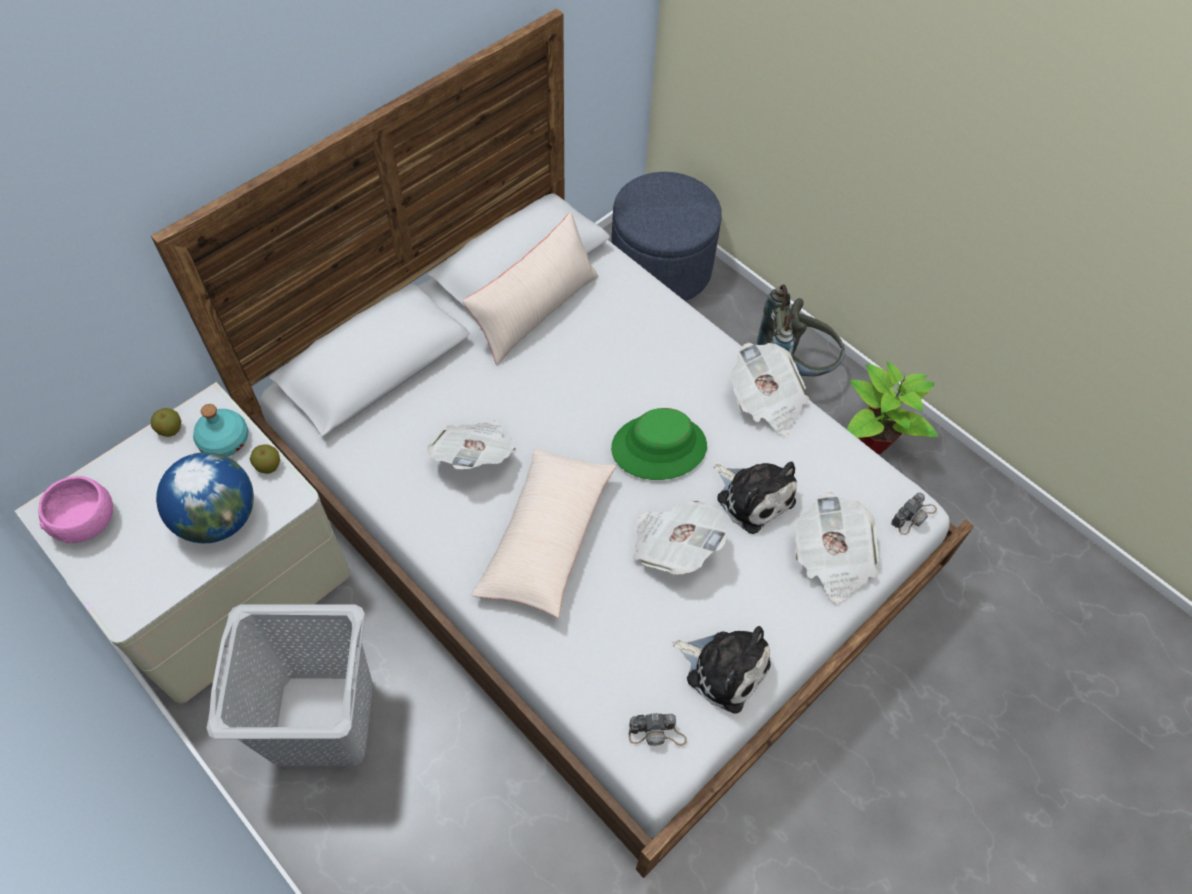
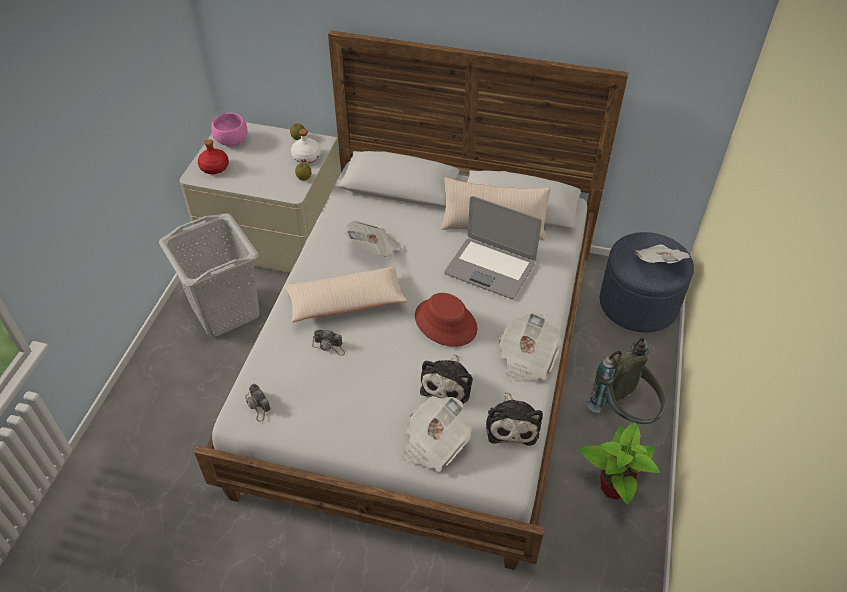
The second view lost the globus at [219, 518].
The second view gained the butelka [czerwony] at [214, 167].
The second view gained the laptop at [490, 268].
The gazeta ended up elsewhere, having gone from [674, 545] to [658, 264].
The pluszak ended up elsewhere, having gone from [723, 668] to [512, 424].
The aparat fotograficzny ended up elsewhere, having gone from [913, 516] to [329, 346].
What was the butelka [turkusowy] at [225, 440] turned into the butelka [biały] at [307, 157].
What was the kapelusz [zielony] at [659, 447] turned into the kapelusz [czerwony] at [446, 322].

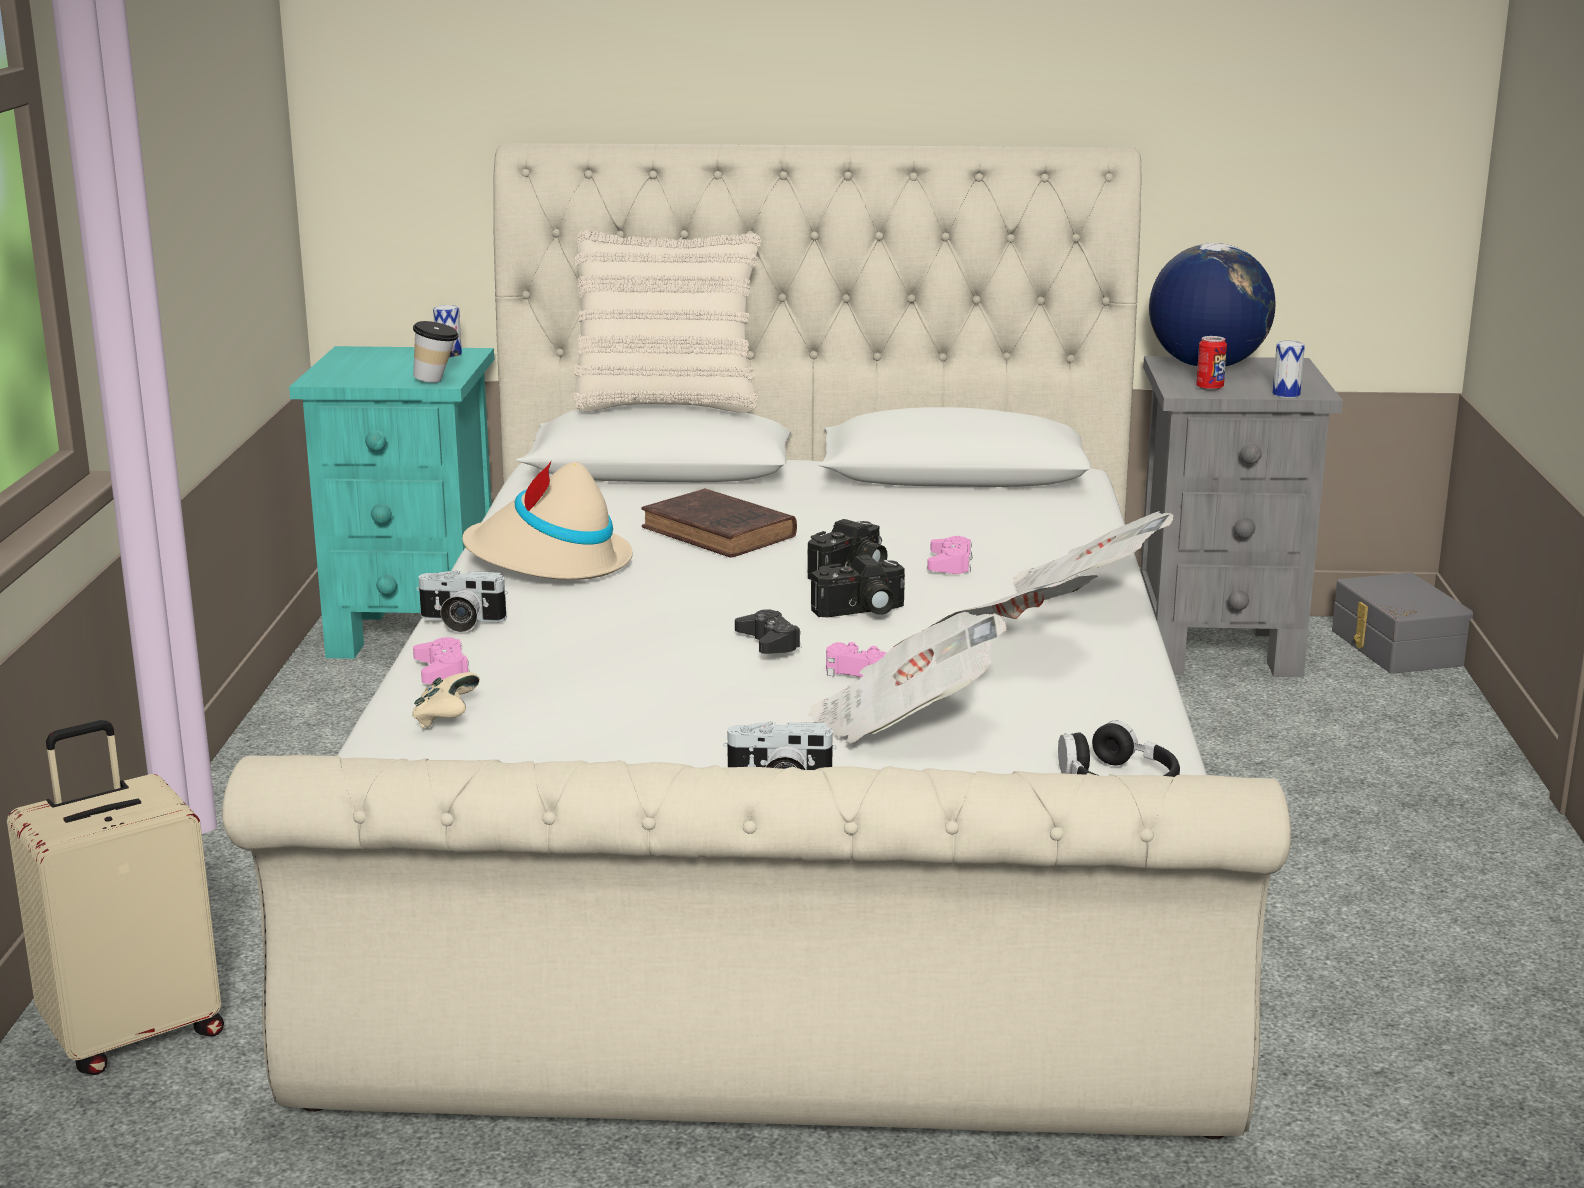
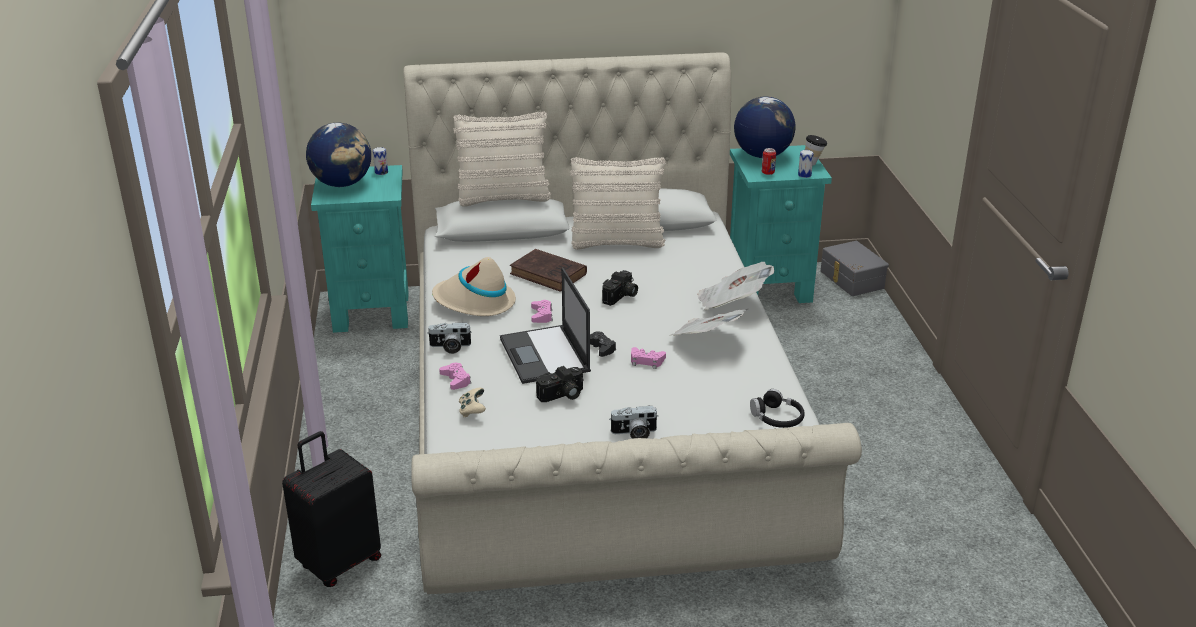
The second view lost the gazeta at [903, 723].
The second view gained the globus at [342, 184].
The second view gained the laptop at [545, 355].
The second view gained the poduszka [beżowy] at [617, 243].
The filiżanka ended up elsewhere, having gone from [437, 381] to [813, 163].
The aparat fotograficzny ended up elsewhere, having gone from [861, 611] to [562, 395].
The pad do gier [różowy] ended up elsewhere, having gone from [950, 564] to [542, 315].
What was the walizka [beżowy] at [133, 1033] turned into the walizka [czarny] at [339, 563].
What was the szafka nocna [szary] at [1220, 649] turned into the szafka nocna [turkusowy] at [770, 287].

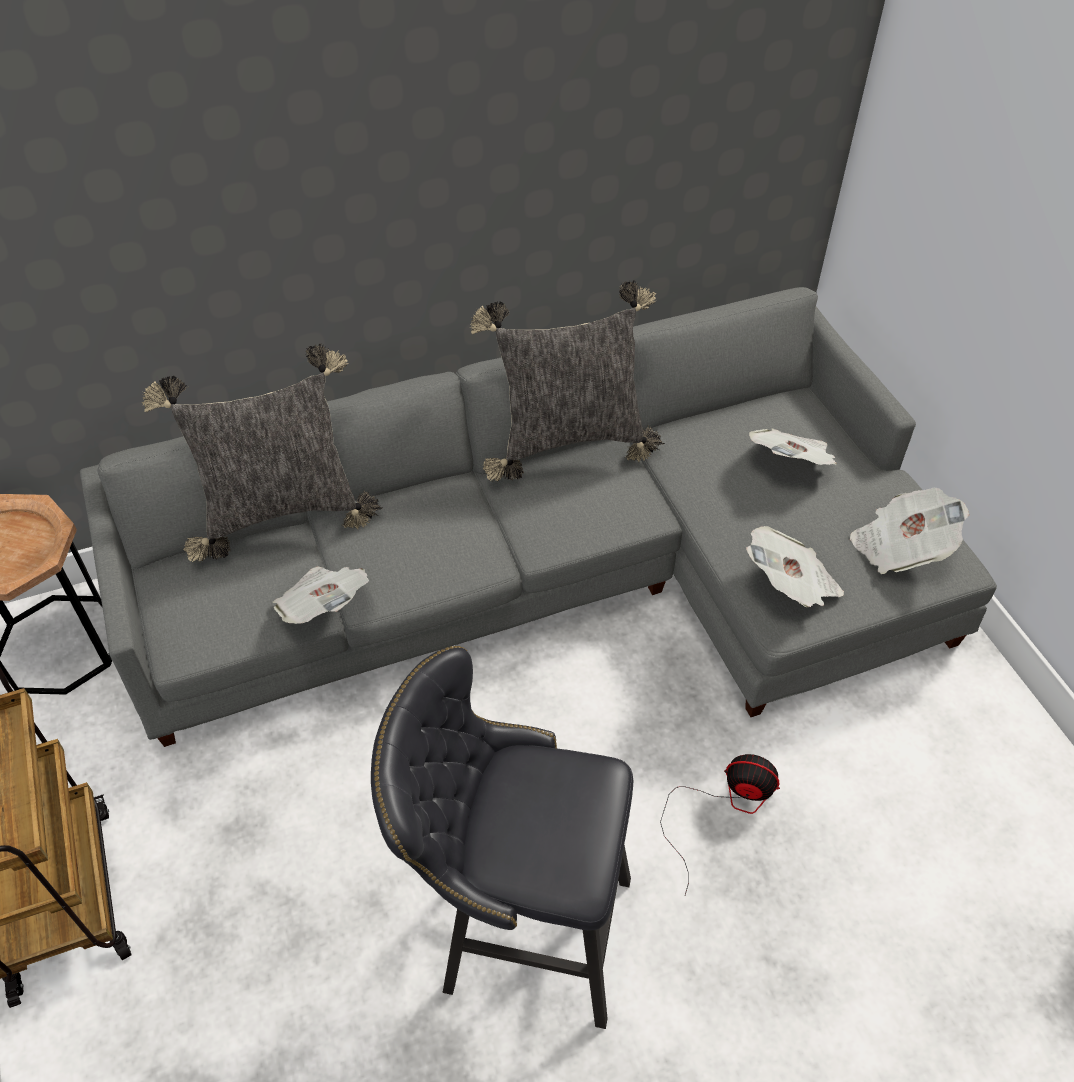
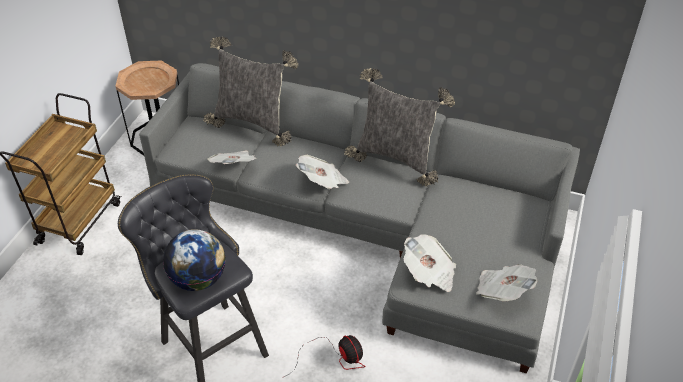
The second view gained the globus at [198, 279].
The gazeta ended up elsewhere, having gone from [791, 463] to [323, 182].

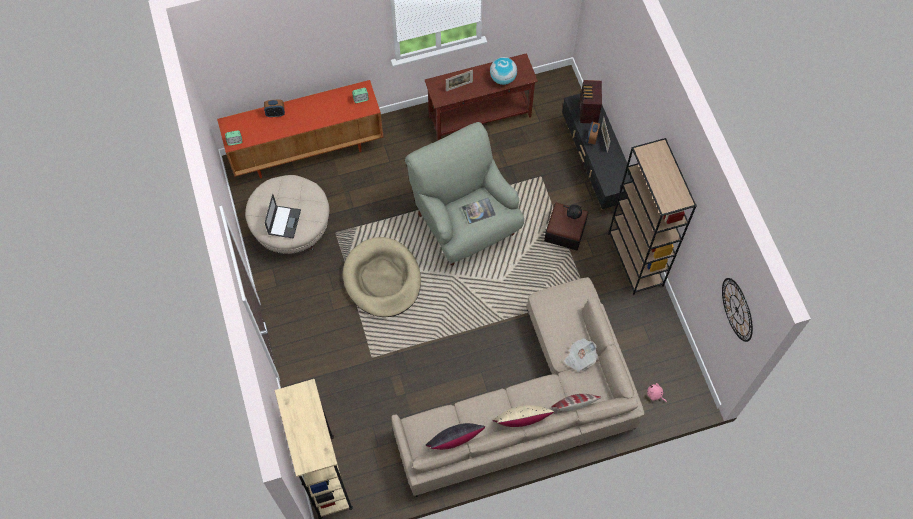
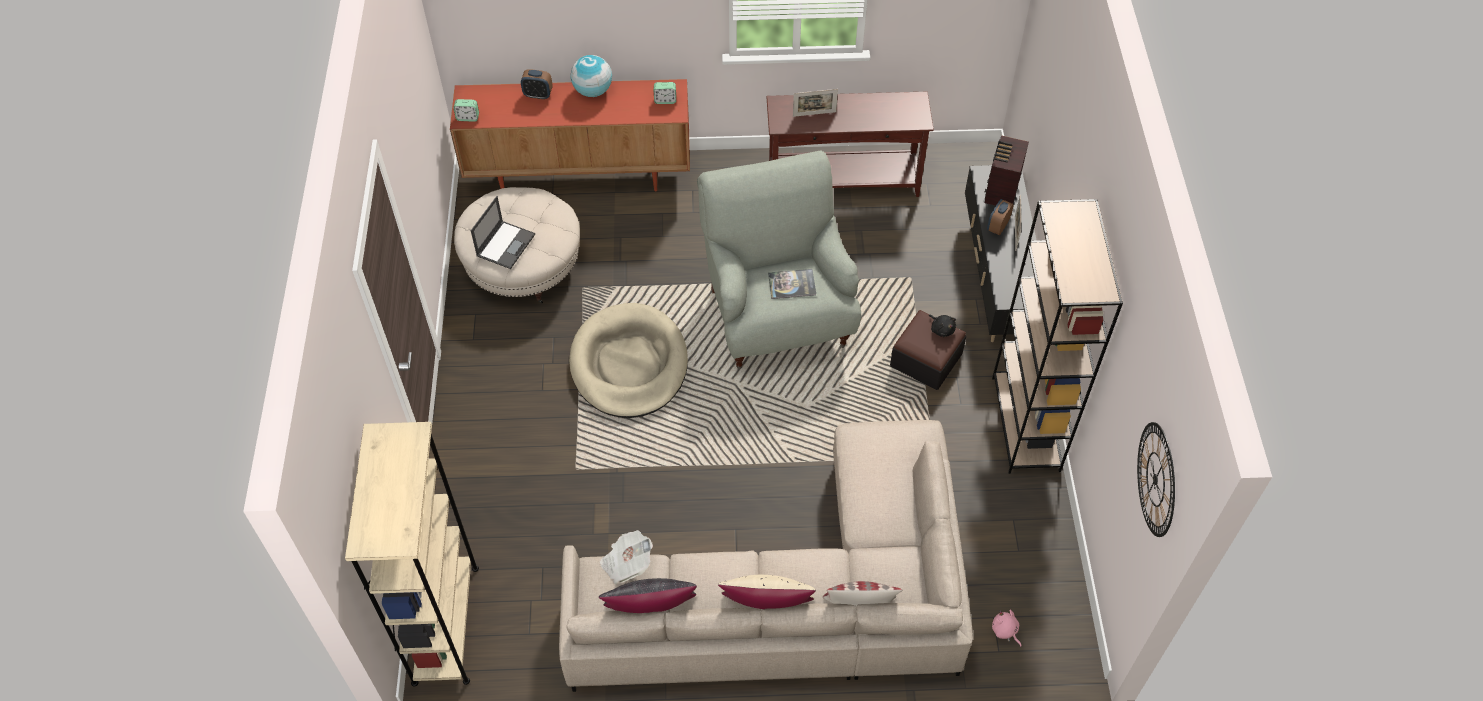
The globus ended up elsewhere, having gone from [503, 78] to [593, 91].
The gazeta ended up elsewhere, having gone from [579, 358] to [626, 563].

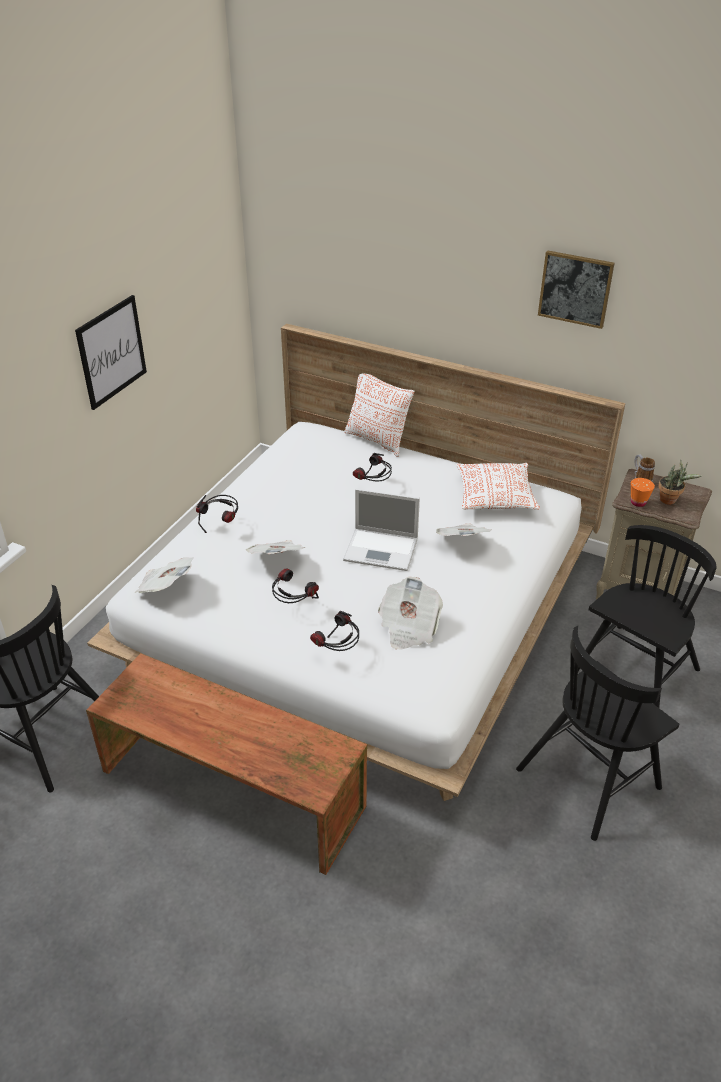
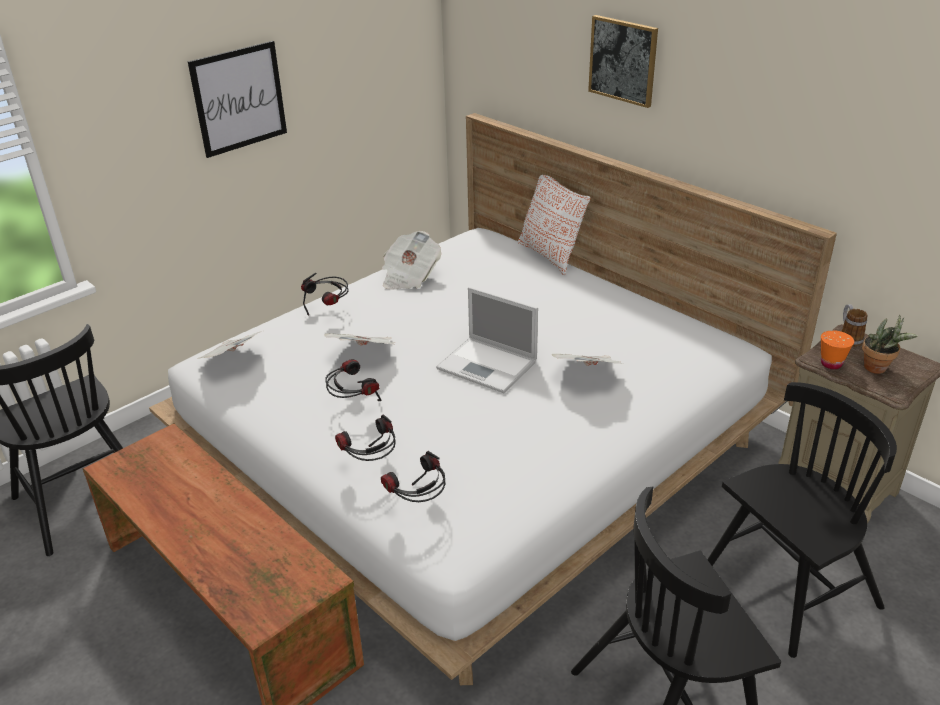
The second view lost the poduszka [biały] at [495, 497].
The słuchawki ended up elsewhere, having gone from [373, 486] to [418, 504].
The gazeta ended up elsewhere, having gone from [408, 627] to [409, 276].
The obraz ended up elsewhere, having gone from [575, 289] to [623, 60].

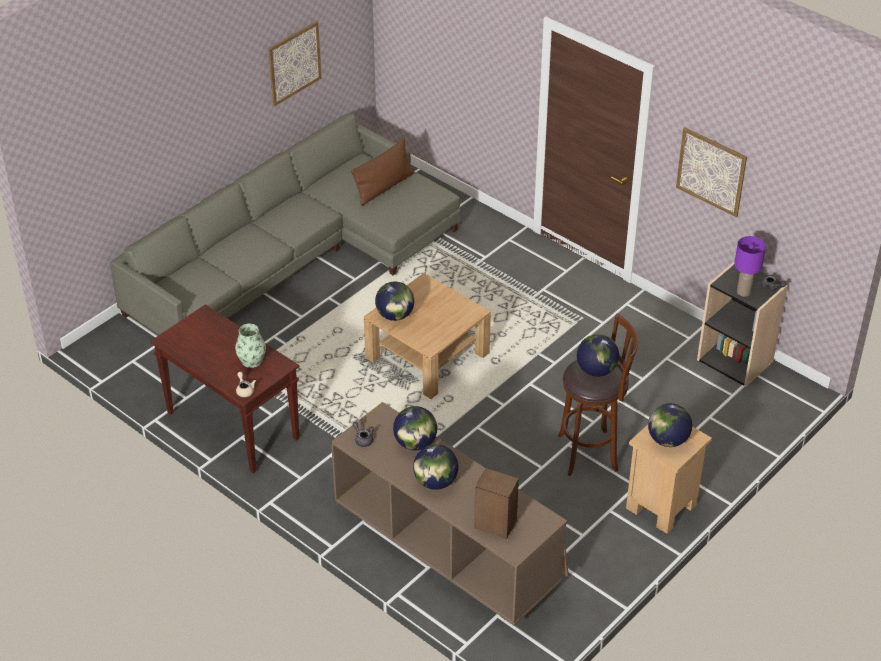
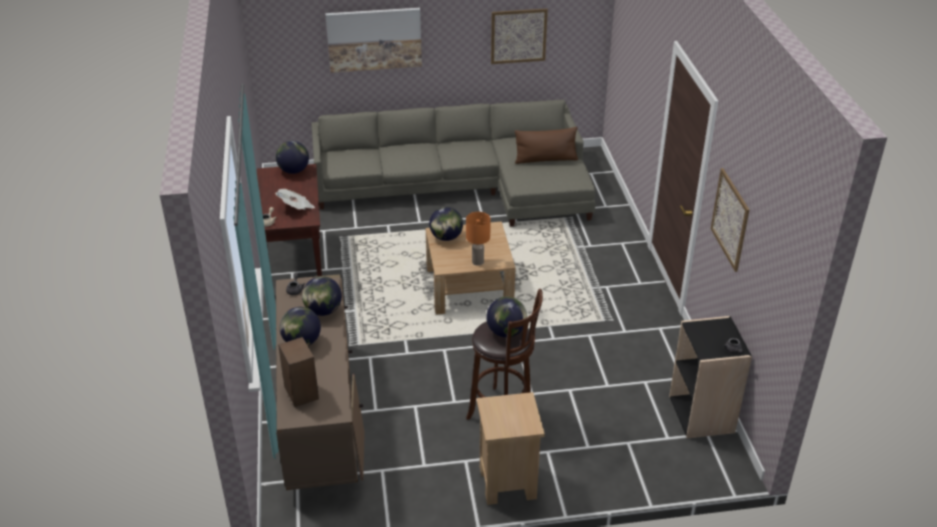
The second view lost the lampa stołowa [fioletowy] at [744, 292].
The second view gained the obraz at [374, 39].
The second view gained the lampa stołowa [pomarańczowy] at [477, 262].
The globus ended up elsewhere, having gone from [667, 440] to [293, 171].
Where the wazon stood at [252, 360], the gazeta came to stand at [296, 208].

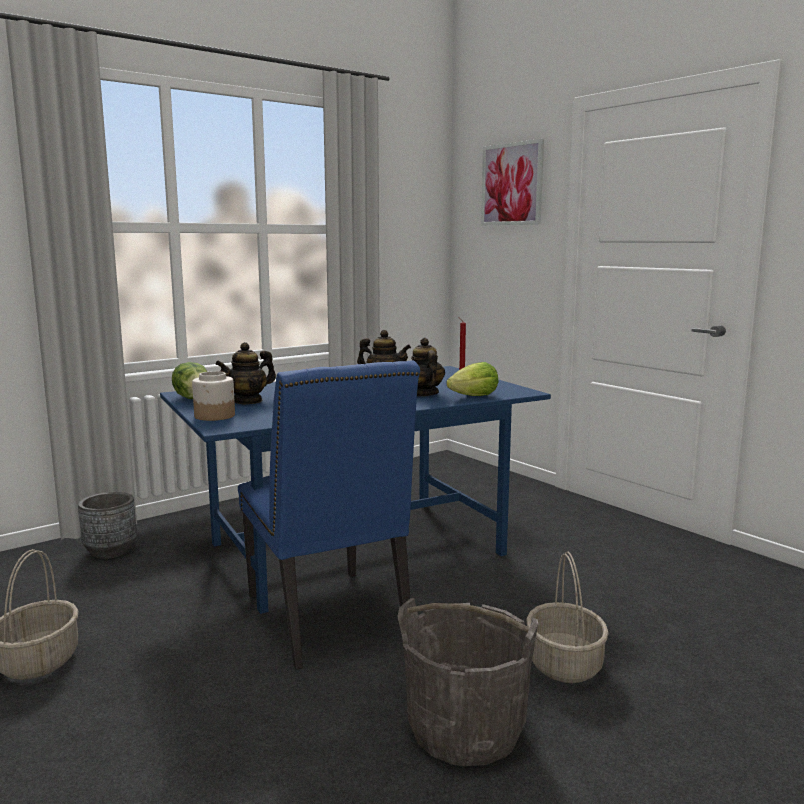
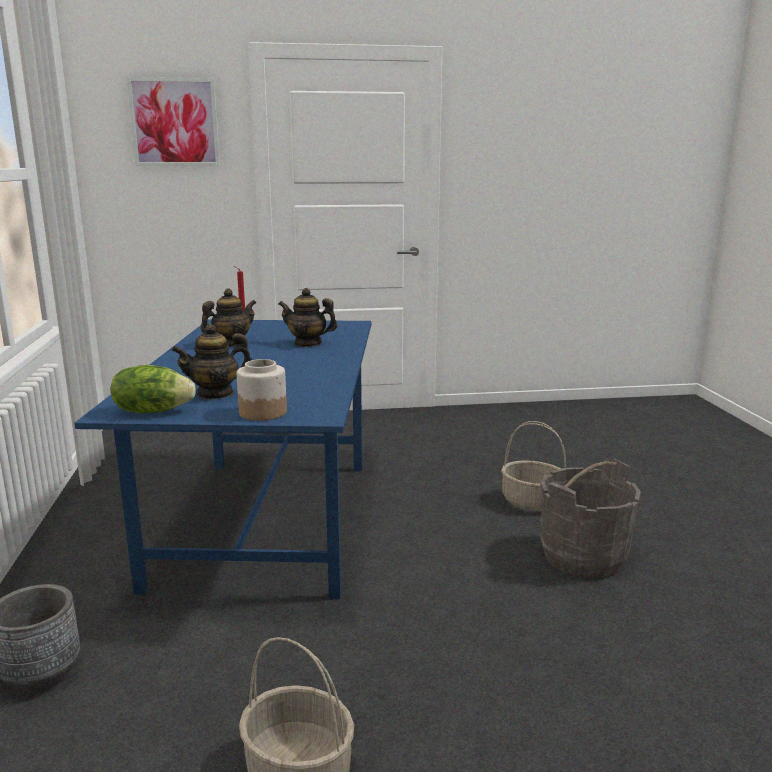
The second view lost the krzesło [niebieski] at [326, 616].
The second view lost the sałata at [474, 397].
The imbryk at [248, 401] ended up facing another way, 75 degrees clockwise from before.

